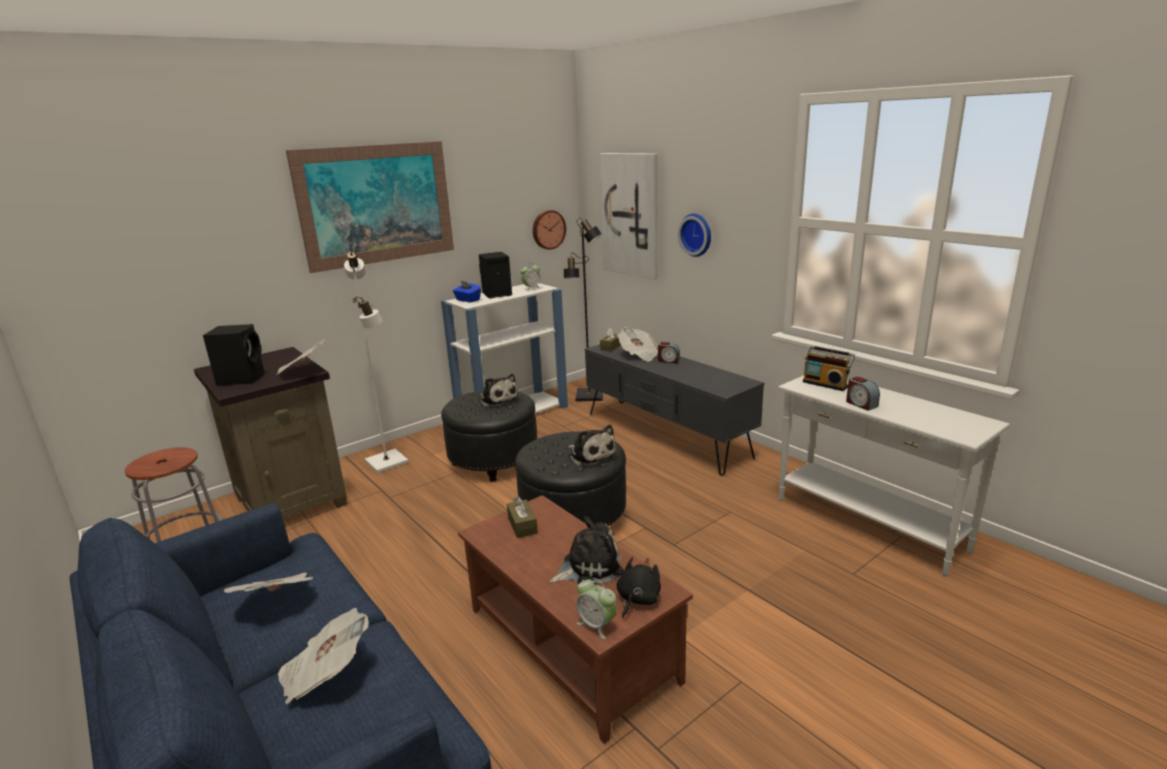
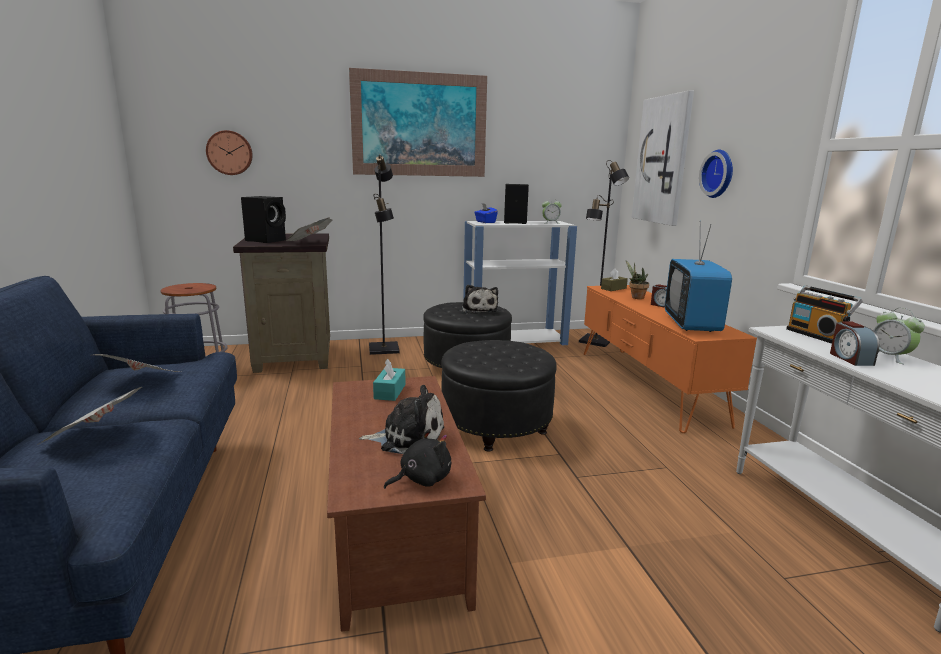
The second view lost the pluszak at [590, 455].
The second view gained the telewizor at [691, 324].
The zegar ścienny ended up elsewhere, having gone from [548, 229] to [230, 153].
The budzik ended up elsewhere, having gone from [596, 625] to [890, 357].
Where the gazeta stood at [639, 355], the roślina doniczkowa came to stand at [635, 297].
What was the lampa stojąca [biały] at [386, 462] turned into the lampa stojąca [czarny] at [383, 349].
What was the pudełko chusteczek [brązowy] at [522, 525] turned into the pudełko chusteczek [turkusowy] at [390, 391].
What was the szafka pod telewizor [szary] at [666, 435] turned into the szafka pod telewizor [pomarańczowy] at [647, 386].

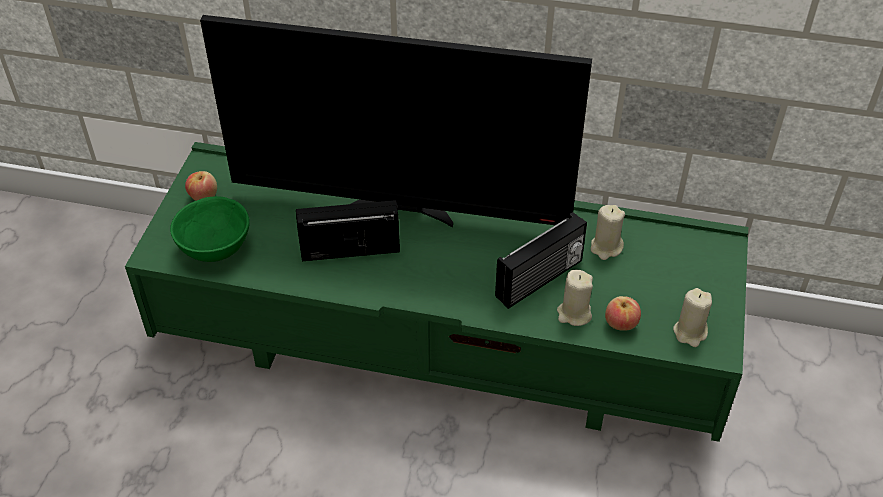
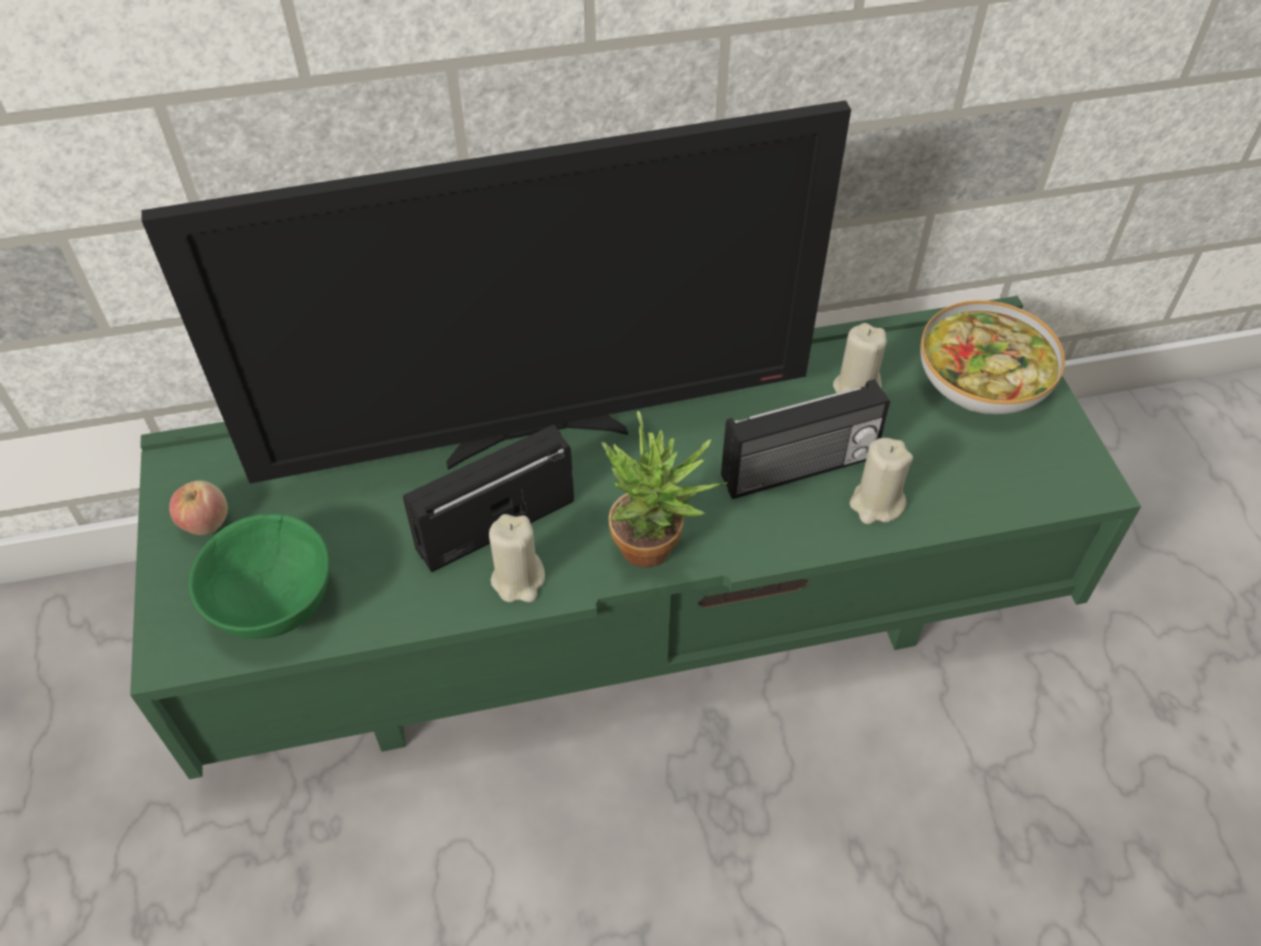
The second view lost the jabłko at [620, 323].
The second view gained the roślina doniczkowa at [657, 549].
The second view gained the miska at [981, 379].
The świeca [beżowy] ended up elsewhere, having gone from [690, 332] to [518, 579].
The radio at [540, 280] ended up facing another way, 45 degrees clockwise from before.

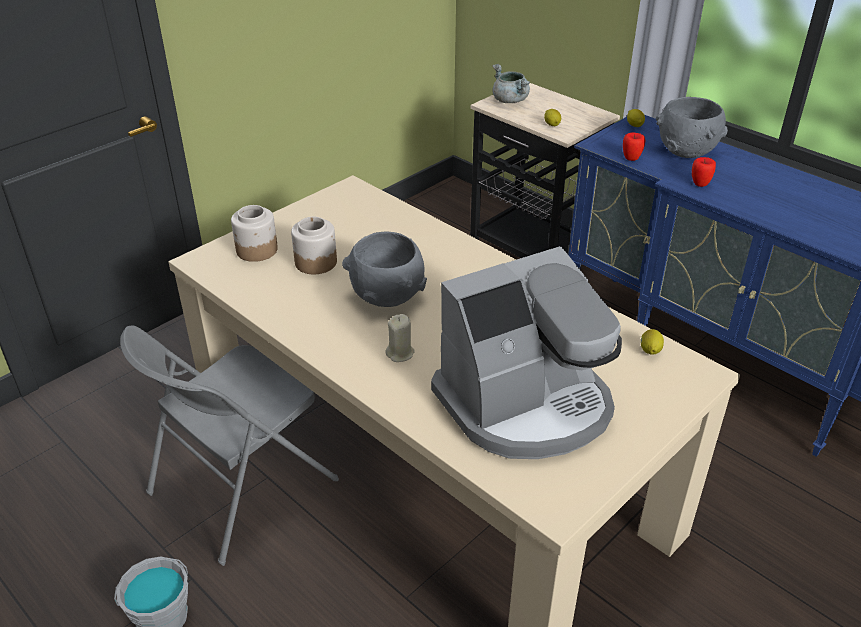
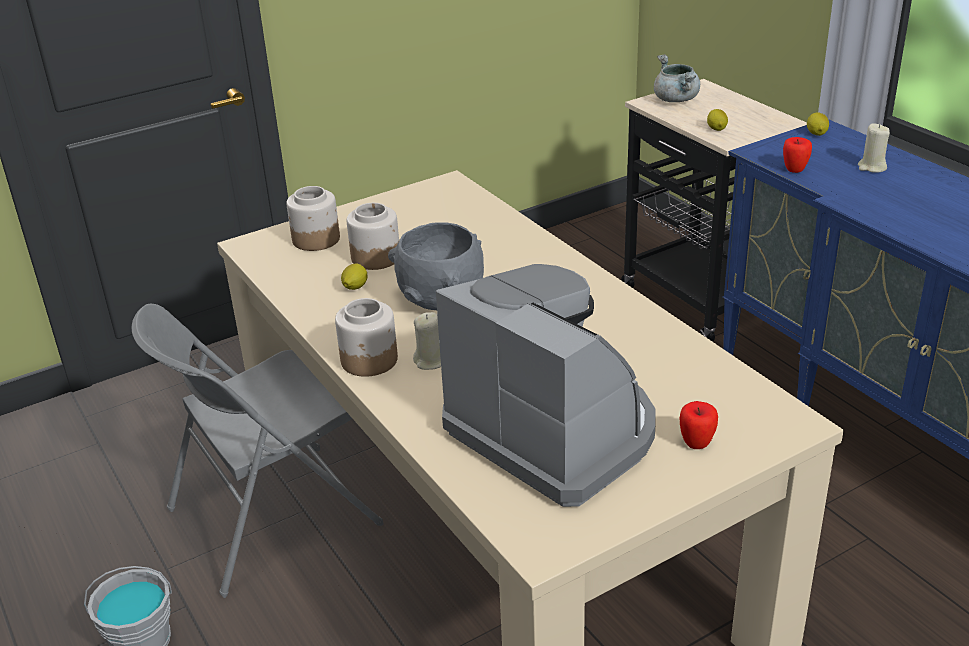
The second view gained the słoik at [369, 360].
The cytryna ended up elsewhere, having gone from [650, 351] to [354, 287].
The jabłko ended up elsewhere, having gone from [700, 184] to [696, 443].
Where the miska [szary] stood at [686, 152], the świeca [beżowy] came to stand at [872, 167].
The ekspres do kawy at [526, 405] ended up facing another way, 120 degrees counterclockwise from before.

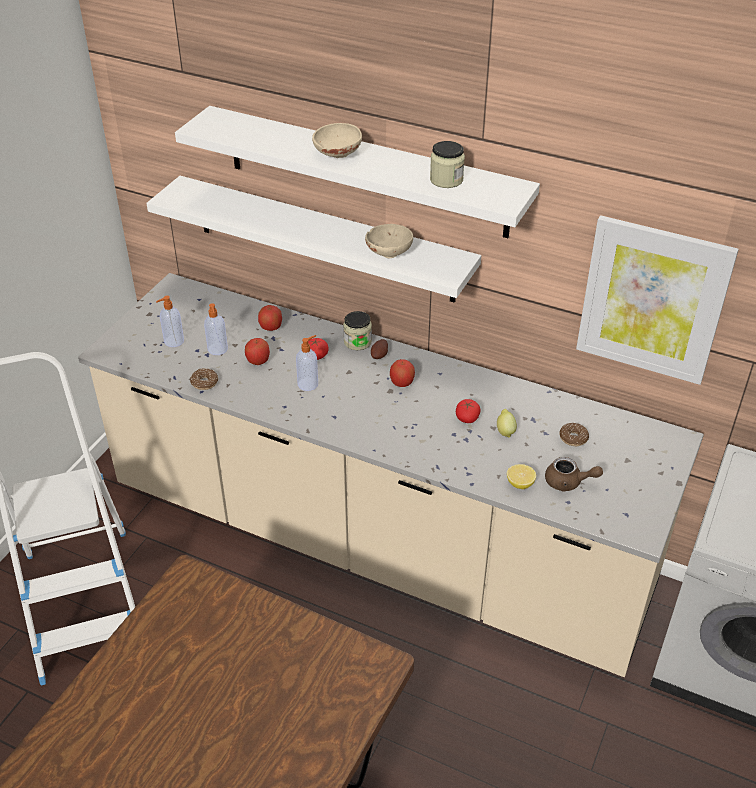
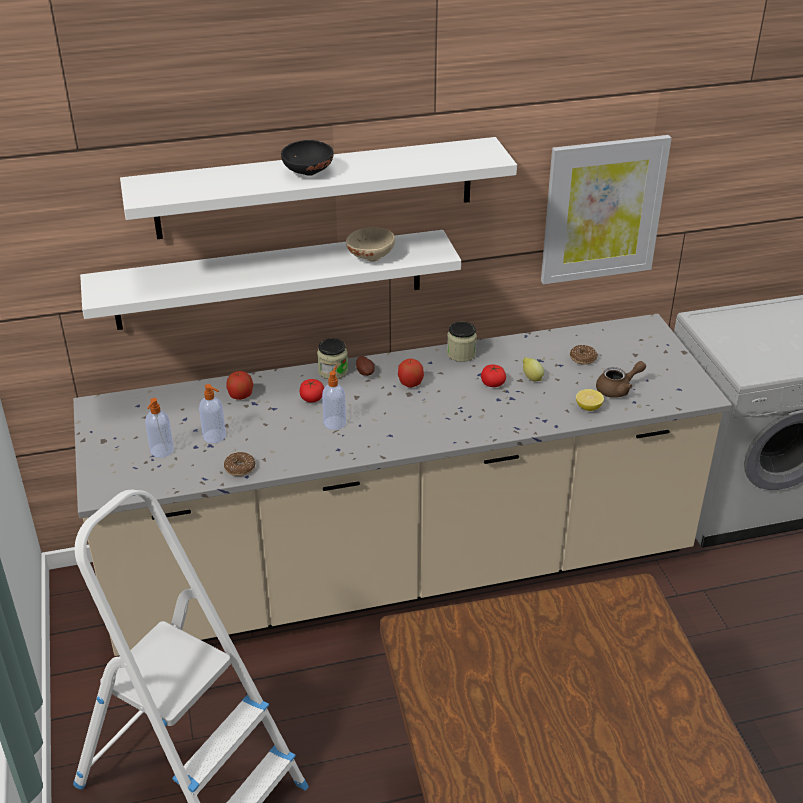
The second view lost the jabłko at [258, 361].
The słoik ended up elsewhere, having gone from [446, 180] to [461, 354].
What was the miska [beżowy] at [336, 154] turned into the miska [czarny] at [307, 173].

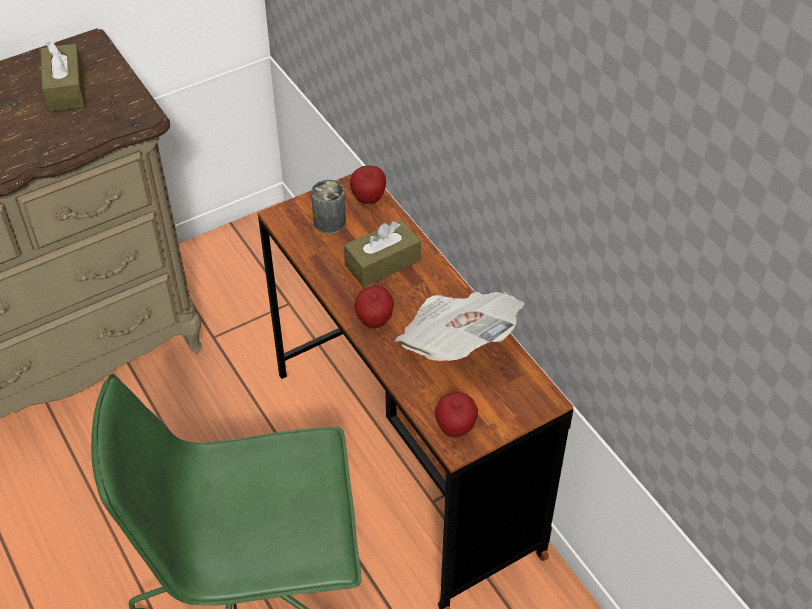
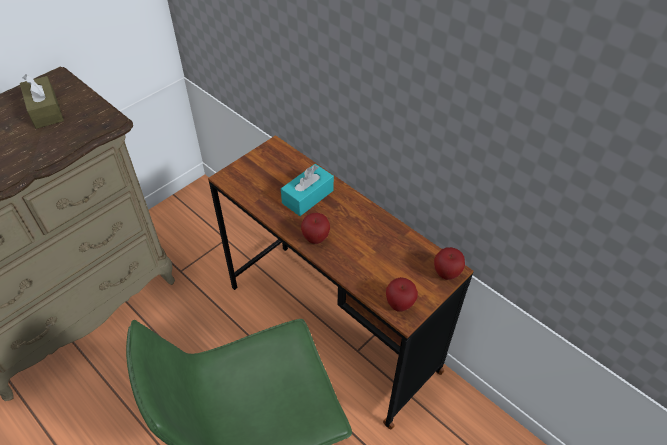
The second view lost the puszka at [329, 222].
The second view lost the gazeta at [457, 342].
The jabłko ended up elsewhere, having gone from [368, 199] to [446, 273].
What was the pudełko chusteczek [brązowy] at [382, 263] turned into the pudełko chusteczek [turkusowy] at [307, 197].

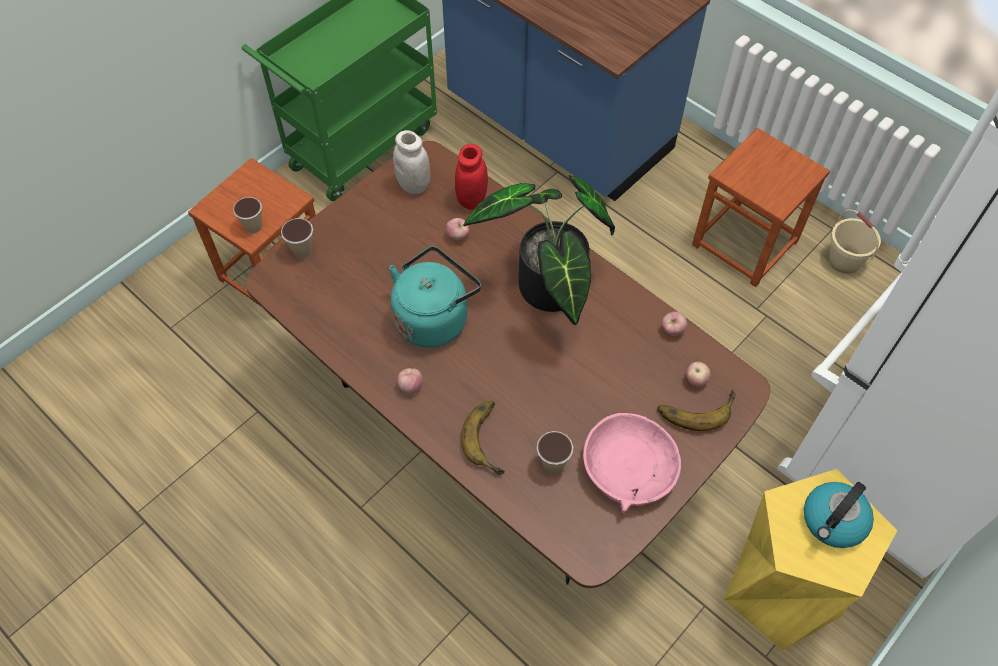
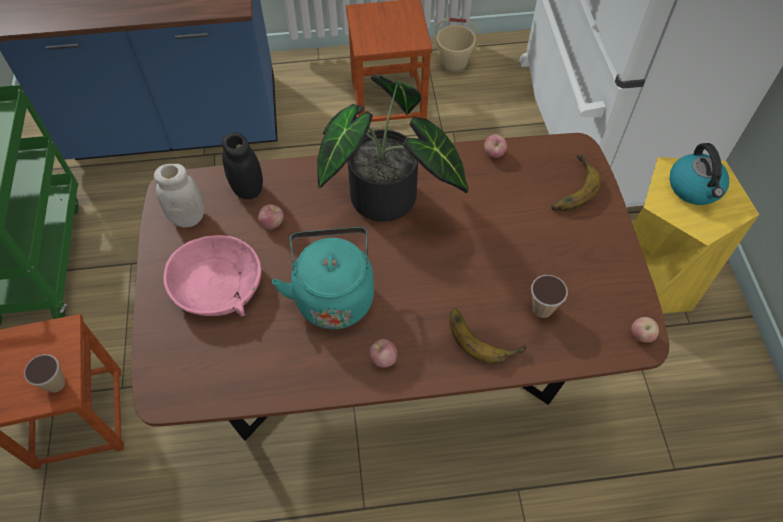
The second view lost the filiżanka at [302, 251].
The miska [różowy] ended up elsewhere, having gone from [629, 468] to [217, 285].
The jabłko ended up elsewhere, having gone from [696, 380] to [641, 335].
What was the słoik [czerwony] at [472, 199] turned into the słoik [czarny] at [247, 189].

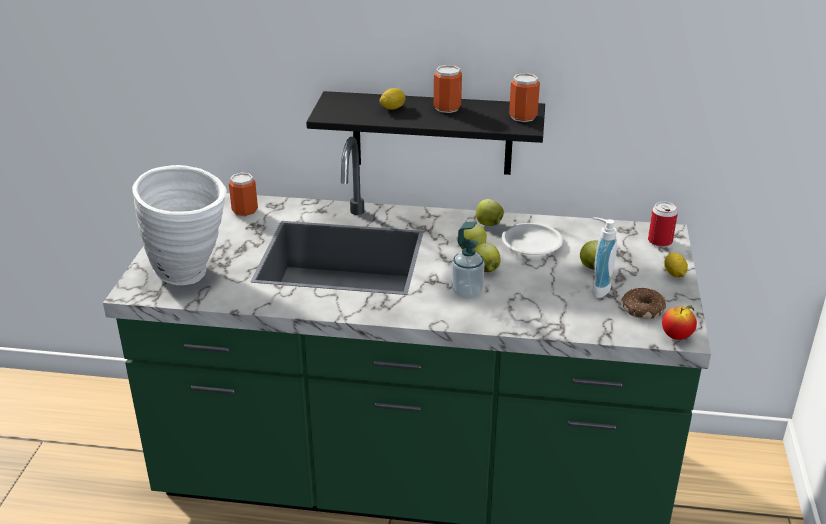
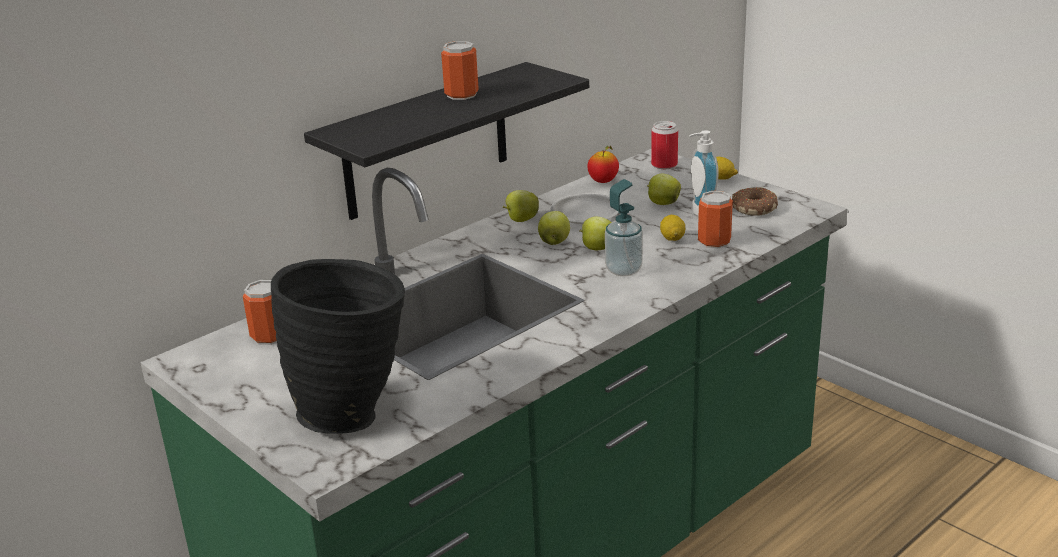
The cytryna ended up elsewhere, having gone from [393, 108] to [672, 238].
The puszka ended up elsewhere, having gone from [523, 117] to [714, 242].
The jabłko ended up elsewhere, having gone from [676, 336] to [603, 181].
What was the wazon [biały] at [192, 275] turned into the wazon [czarny] at [355, 413].

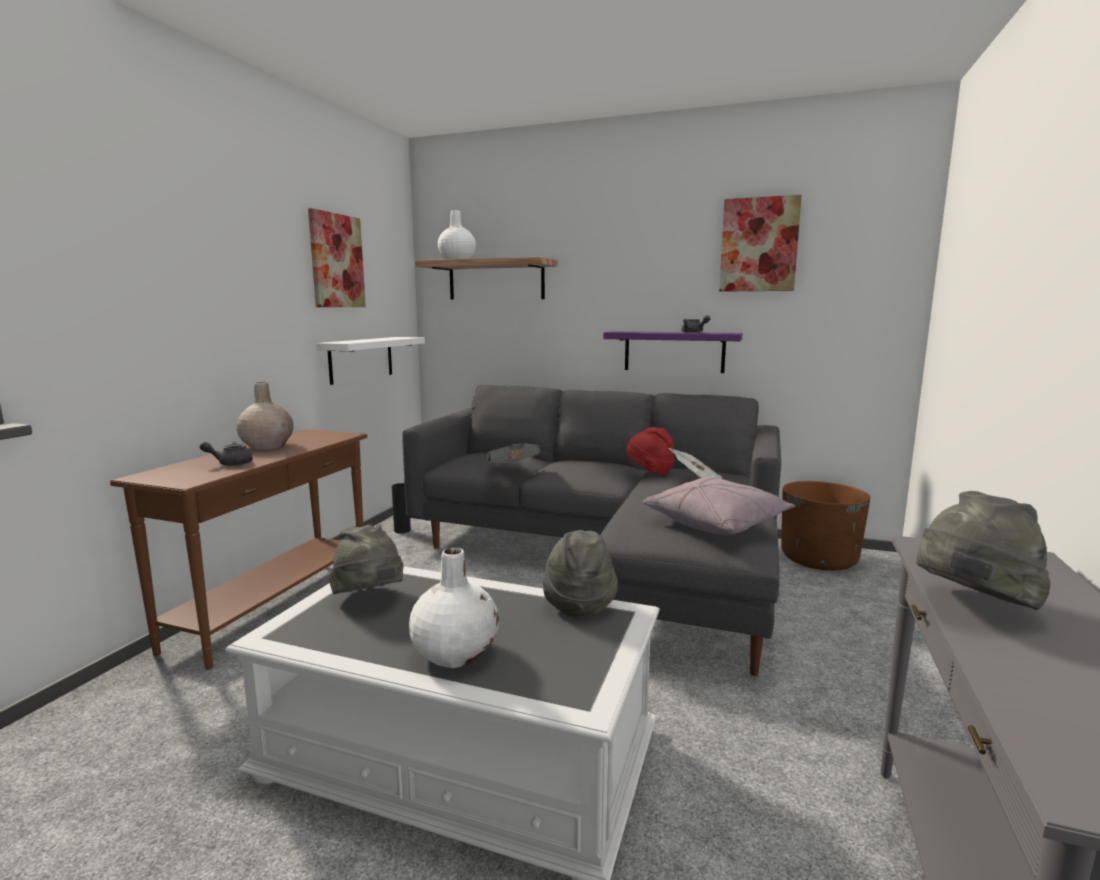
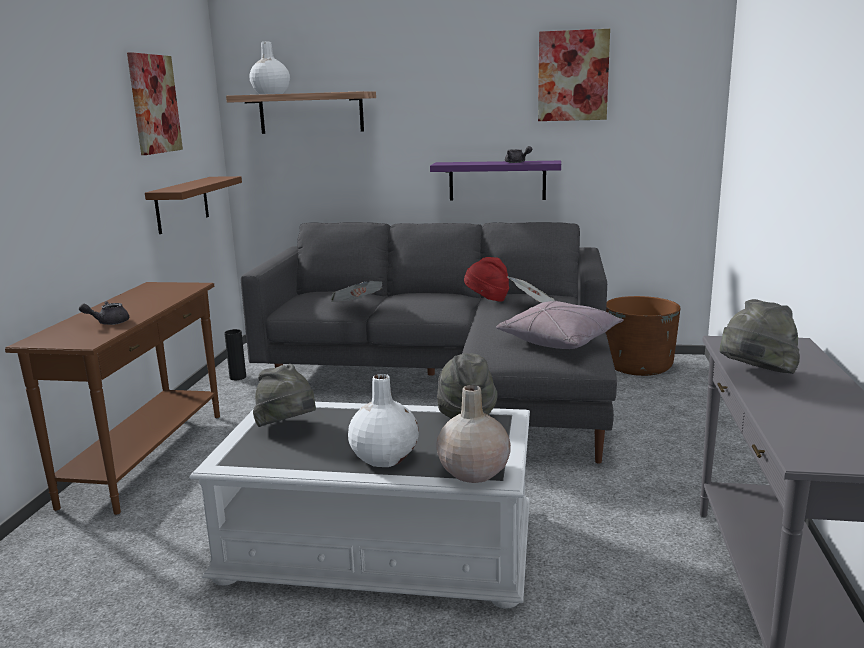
The wazon [beżowy] ended up elsewhere, having gone from [267, 446] to [473, 472].
What was the półka [biały] at [361, 359] turned into the półka [brązowy] at [182, 204].

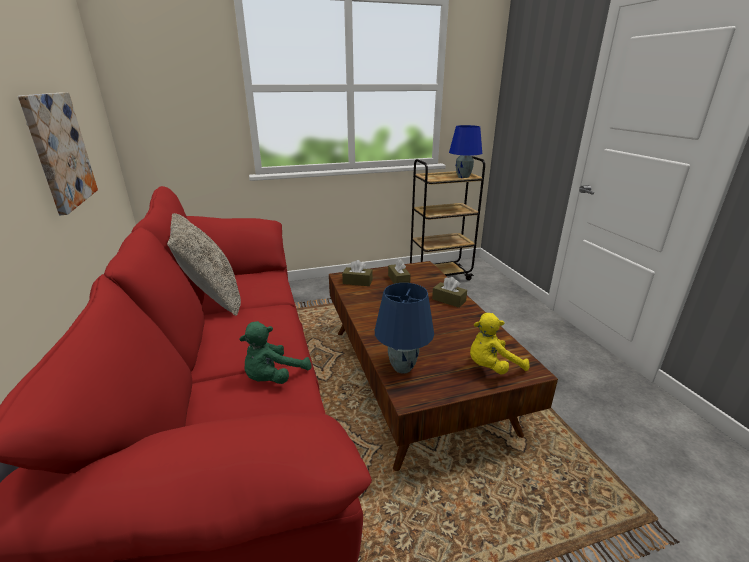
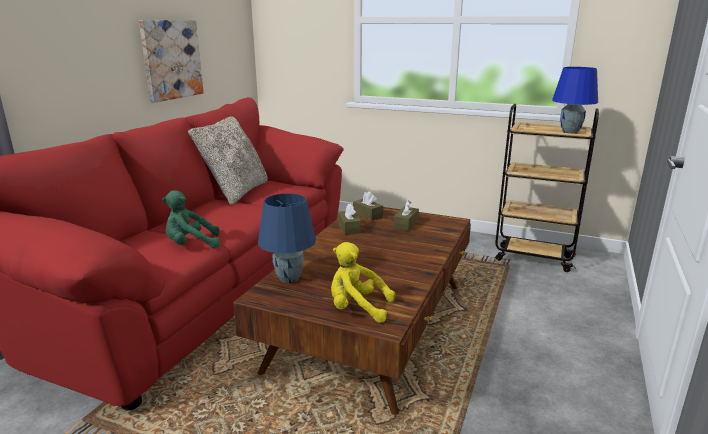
The pudełko chusteczek [brązowy] ended up elsewhere, having gone from [449, 300] to [349, 228].

